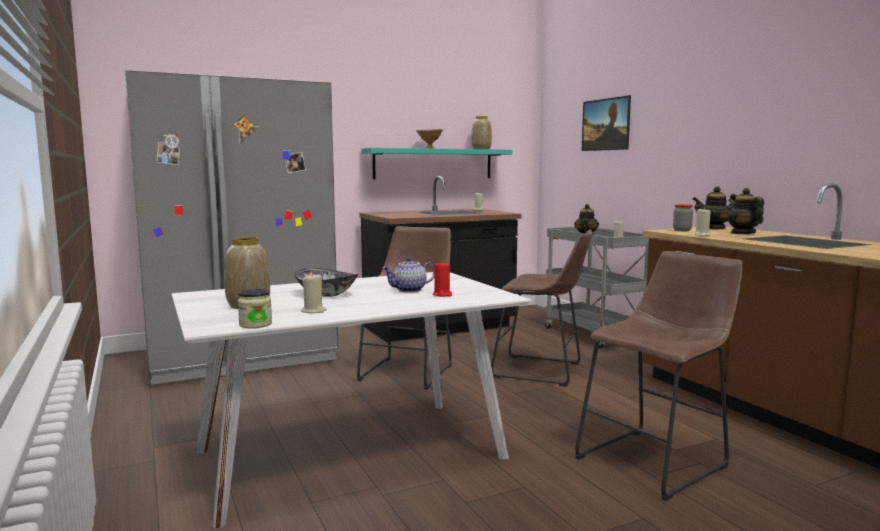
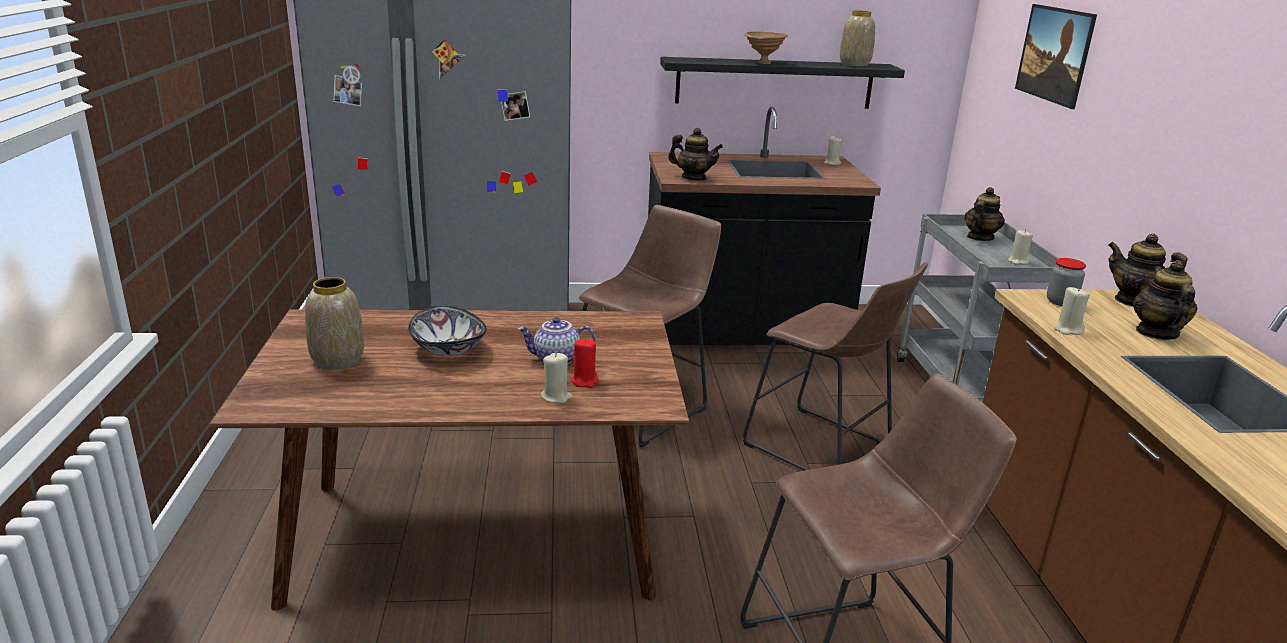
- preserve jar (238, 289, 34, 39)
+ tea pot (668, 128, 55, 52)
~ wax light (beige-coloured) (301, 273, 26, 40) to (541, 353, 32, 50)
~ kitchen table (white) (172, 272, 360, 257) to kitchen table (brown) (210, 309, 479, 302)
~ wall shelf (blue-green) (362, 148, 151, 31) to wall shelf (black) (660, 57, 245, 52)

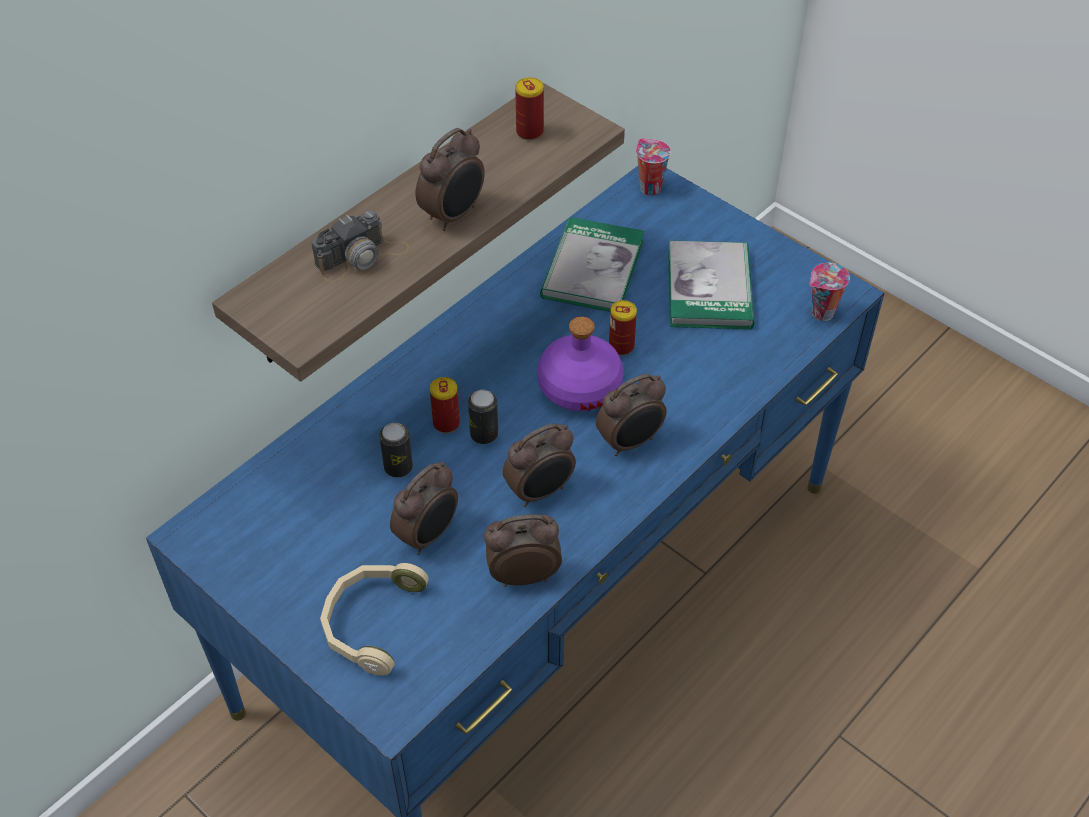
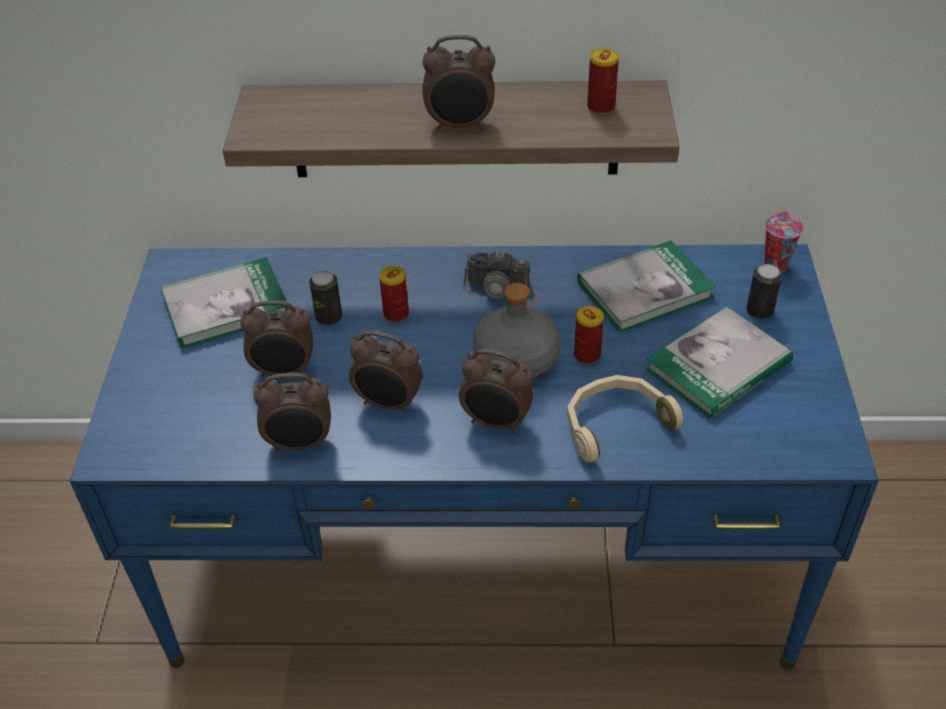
- cup (810, 263, 40, 58)
+ volume (161, 257, 127, 91)
~ still camera (311, 211, 99, 71) to (463, 250, 77, 55)
~ headset (beige-coloured) (320, 563, 108, 112) to (567, 375, 116, 88)
~ metal can (468, 390, 30, 54) to (746, 264, 36, 55)
~ drink bottle (purple-coloured) (537, 317, 87, 94) to drink bottle (grey) (473, 283, 88, 96)
~ alarm clock (484, 514, 78, 73) = (254, 373, 77, 79) 135 degrees clockwise

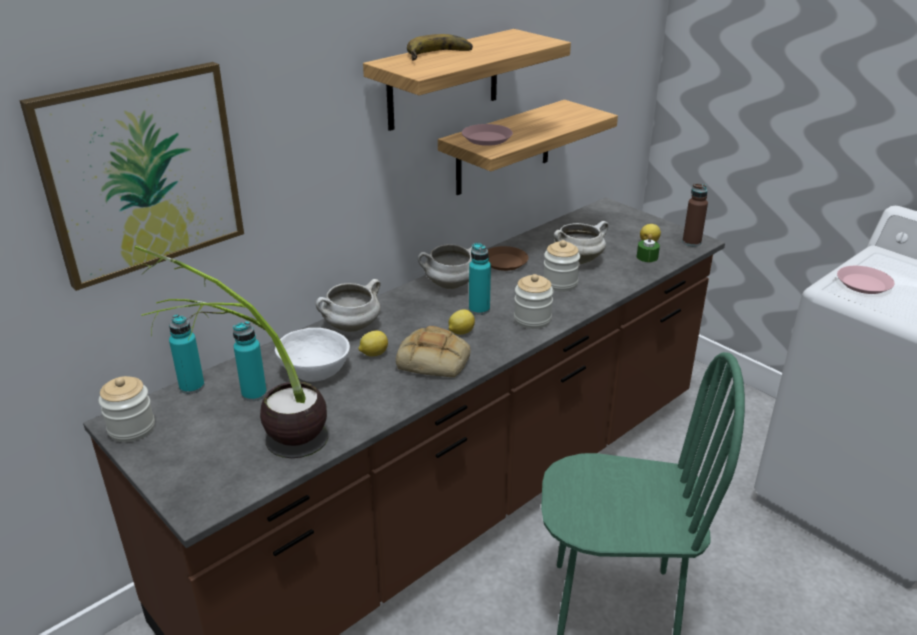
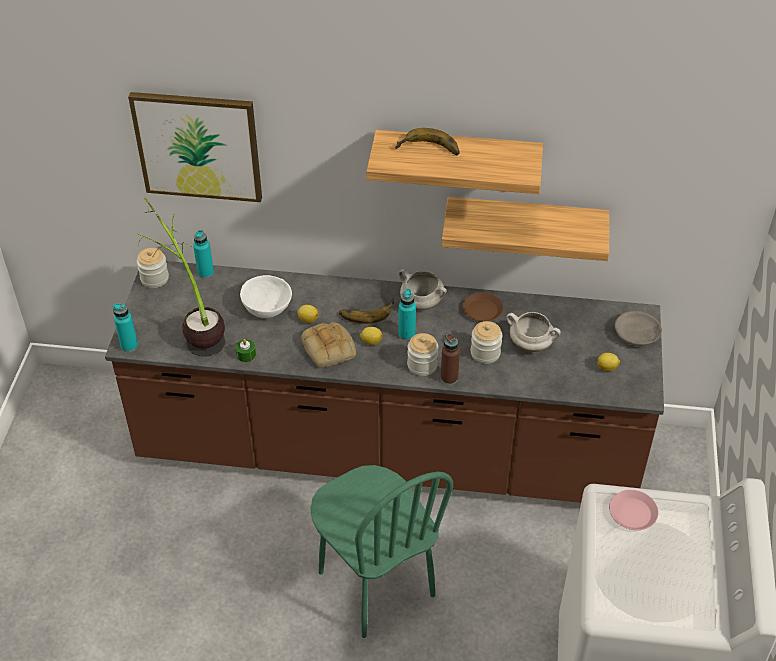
- stockpot (white) (316, 279, 65, 53)
- plate (pink) (462, 124, 51, 22)
+ banana fruit (339, 298, 55, 26)
+ bowl (grey) (615, 311, 47, 35)
~ drink bottle (blue-green) (233, 321, 34, 80) to (113, 303, 25, 49)
~ wax light (green) (637, 234, 23, 28) to (235, 339, 21, 23)
~ drink bottle (brown) (682, 183, 26, 63) to (441, 333, 19, 52)

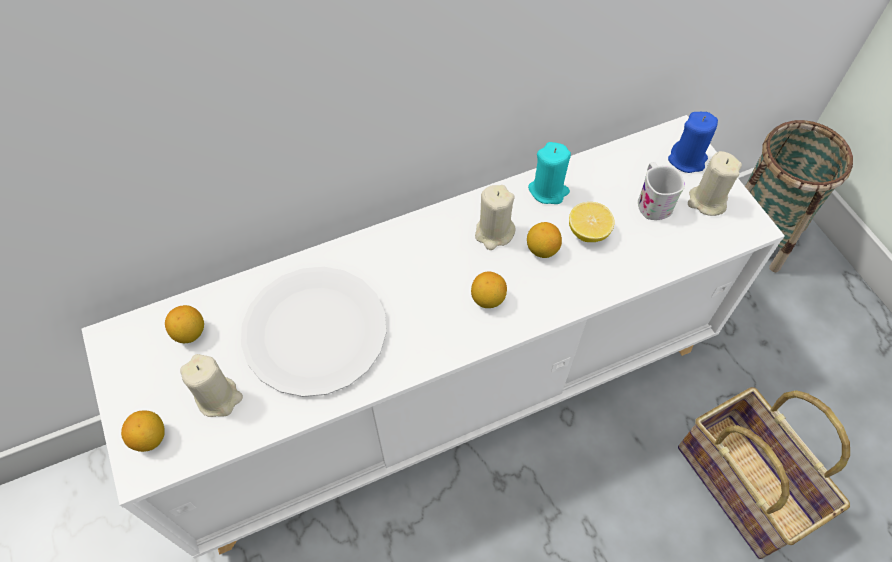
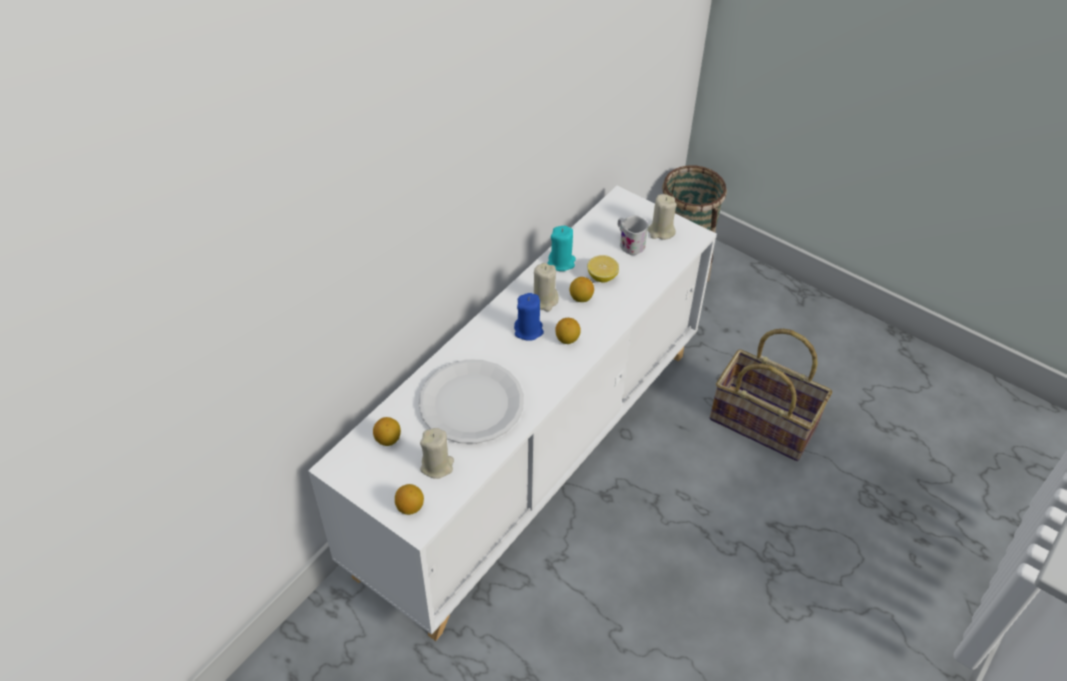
~ wax light (blue) (668, 112, 50, 61) to (514, 293, 30, 48)

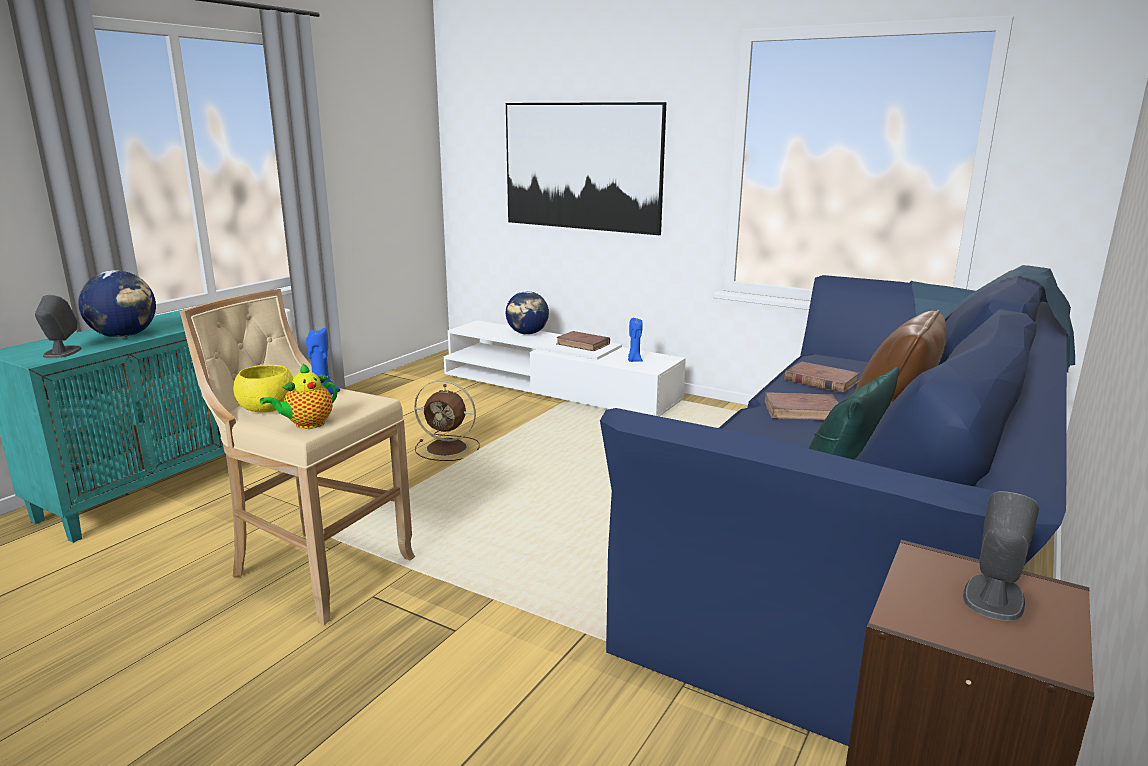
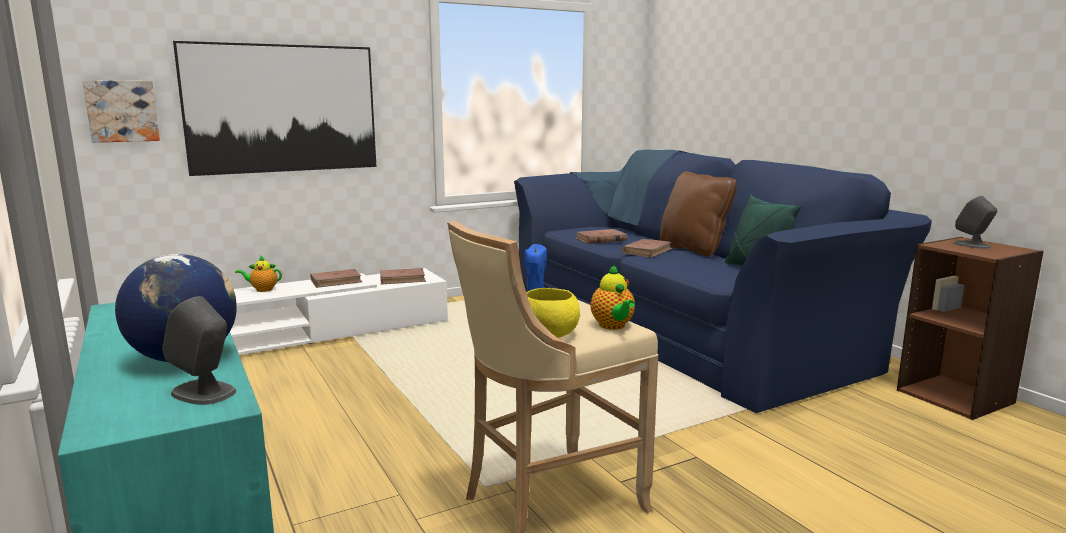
- cooling fan (brown) (414, 380, 66, 81)
+ wall art (83, 80, 77, 63)
~ globe (506, 291, 43, 44) to tea pot (235, 256, 47, 36)
~ wax light (blue) (628, 318, 15, 44) to volume (brown) (380, 268, 46, 16)

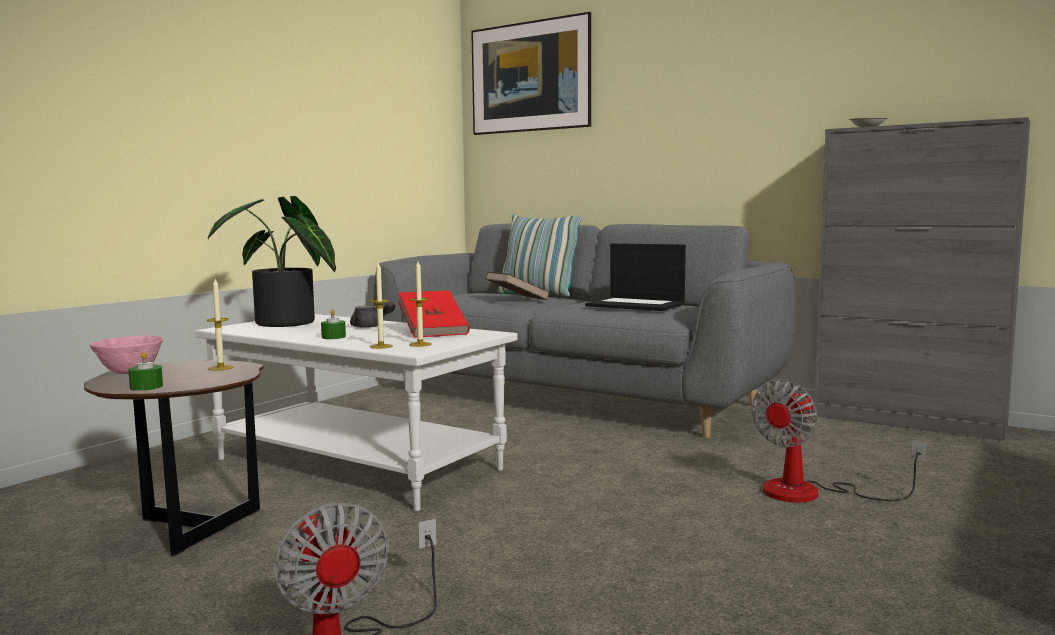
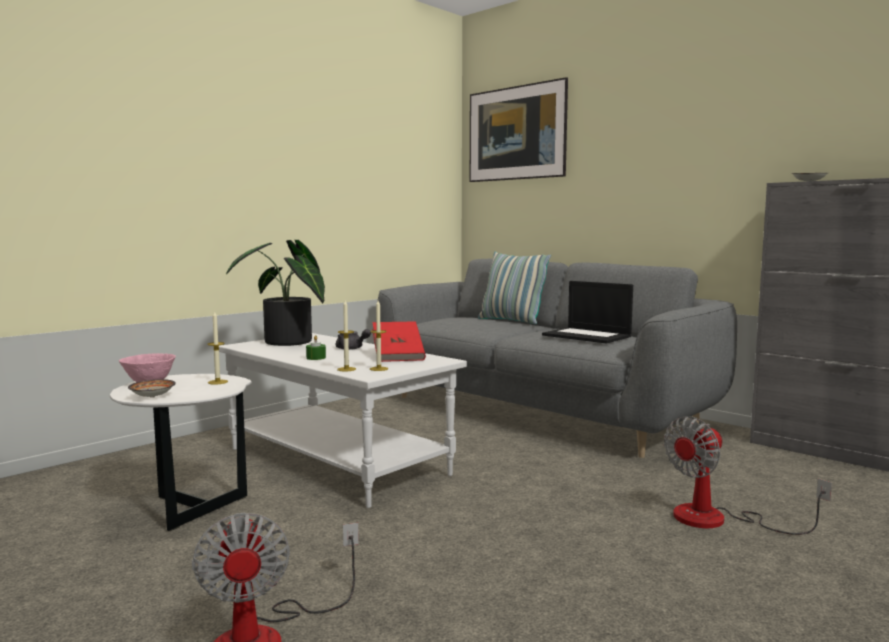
- volume (brown) (486, 272, 64, 28)
~ wax light (green) (128, 352, 35, 39) to bowl (128, 379, 48, 19)
~ side table (brown) (84, 360, 180, 196) to side table (white) (110, 374, 142, 157)

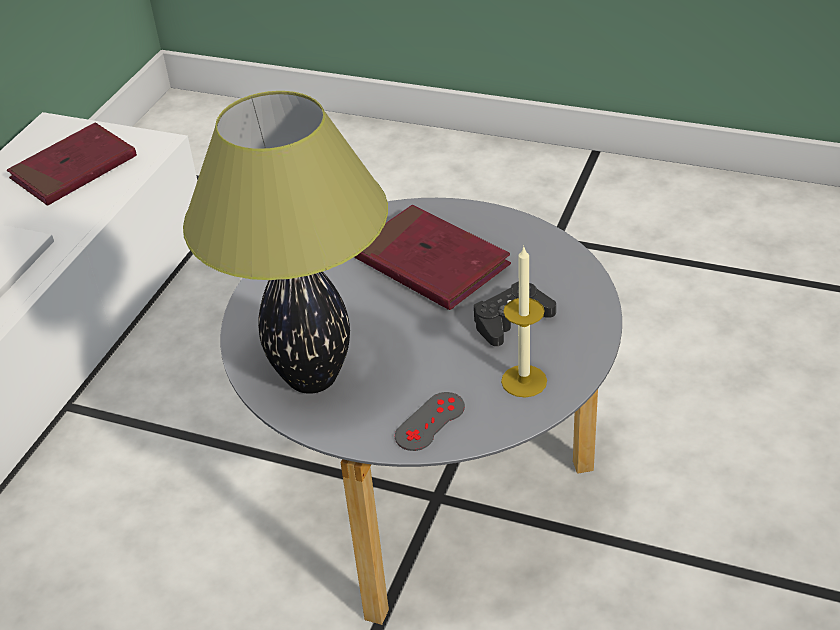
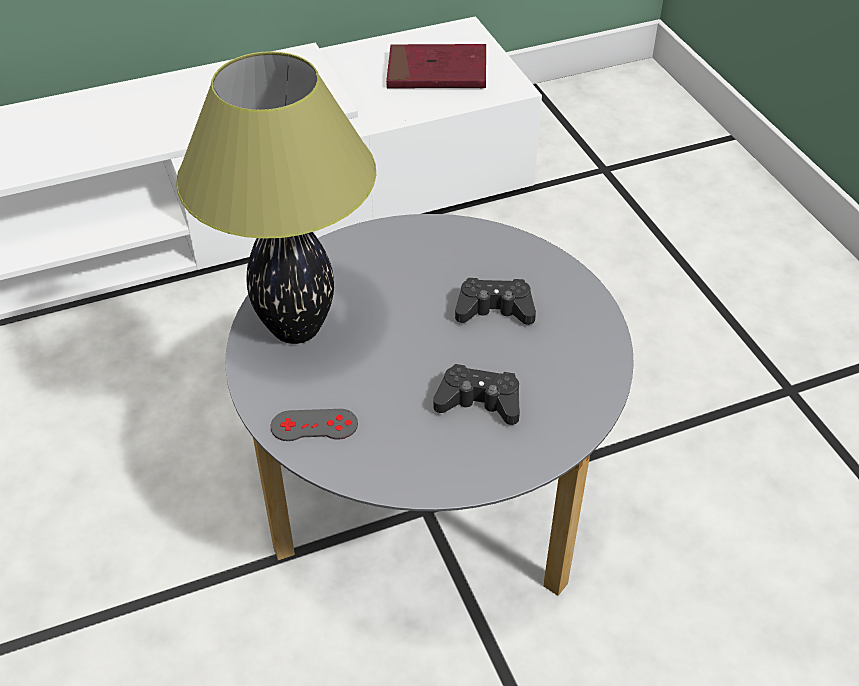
- wax light (501, 245, 46, 153)
~ volume (reddish) (354, 205, 157, 105) to game controller (black) (455, 278, 81, 47)

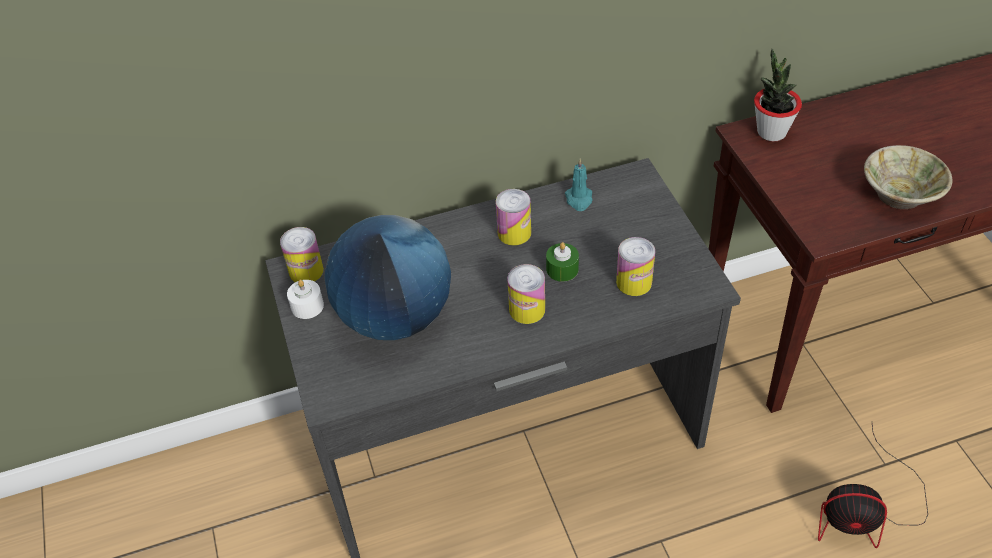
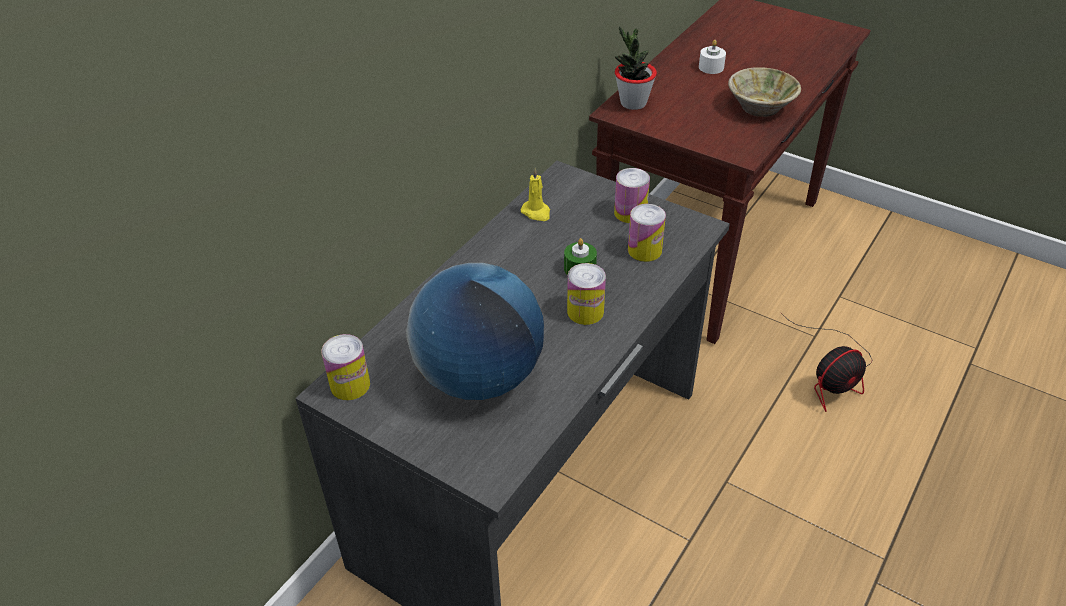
~ wax light (white) (287, 280, 37, 39) to (699, 40, 27, 34)
~ metal can (496, 189, 35, 57) to (614, 168, 36, 55)
~ wax light (blue-green) (565, 159, 28, 52) to wax light (yellowish) (521, 168, 29, 53)

